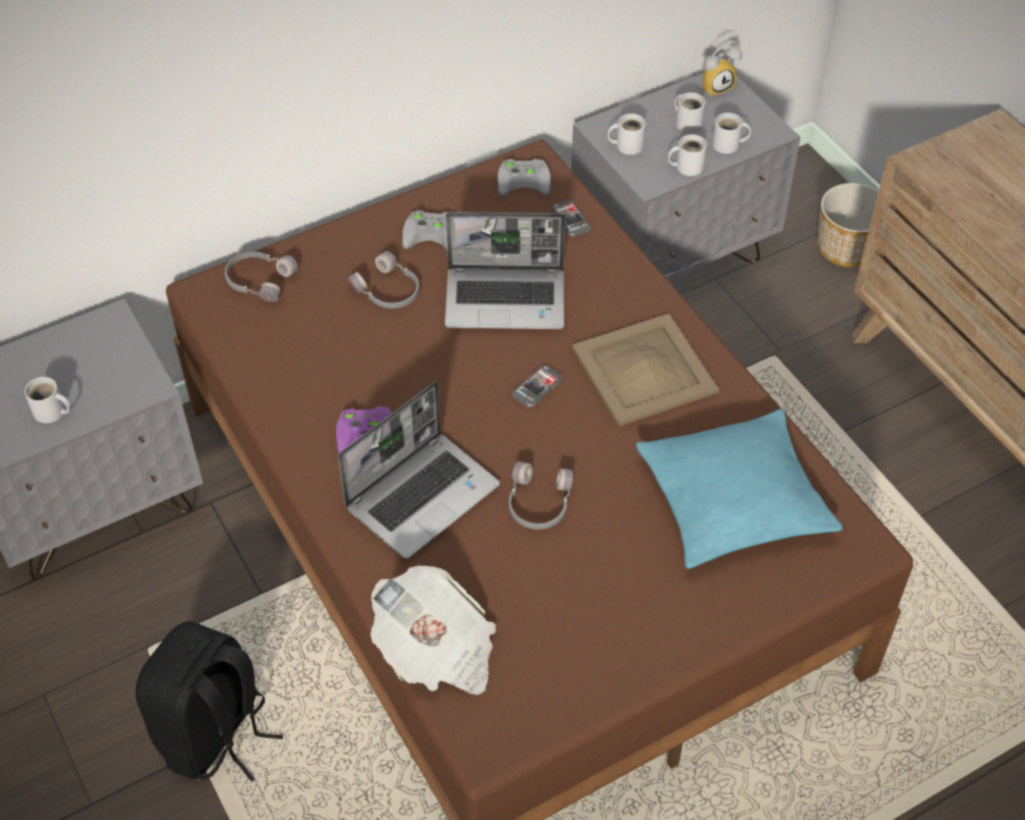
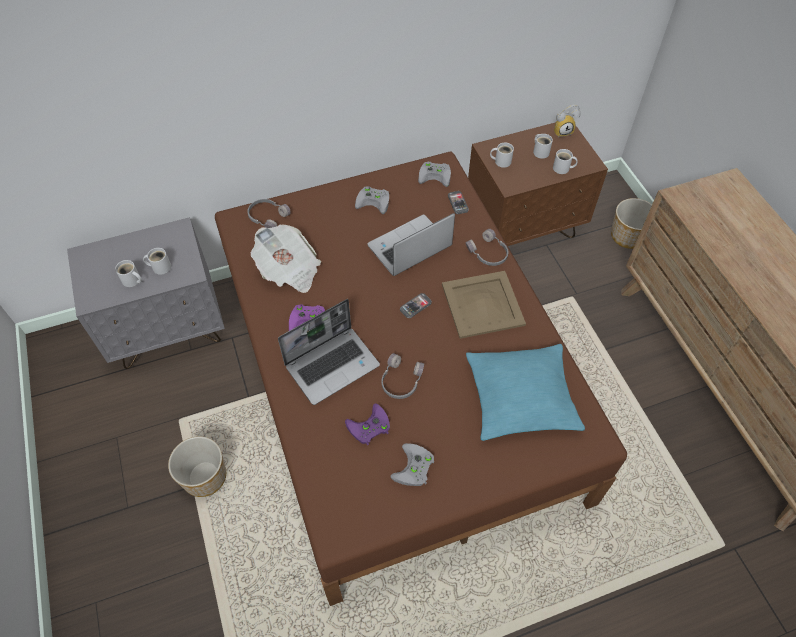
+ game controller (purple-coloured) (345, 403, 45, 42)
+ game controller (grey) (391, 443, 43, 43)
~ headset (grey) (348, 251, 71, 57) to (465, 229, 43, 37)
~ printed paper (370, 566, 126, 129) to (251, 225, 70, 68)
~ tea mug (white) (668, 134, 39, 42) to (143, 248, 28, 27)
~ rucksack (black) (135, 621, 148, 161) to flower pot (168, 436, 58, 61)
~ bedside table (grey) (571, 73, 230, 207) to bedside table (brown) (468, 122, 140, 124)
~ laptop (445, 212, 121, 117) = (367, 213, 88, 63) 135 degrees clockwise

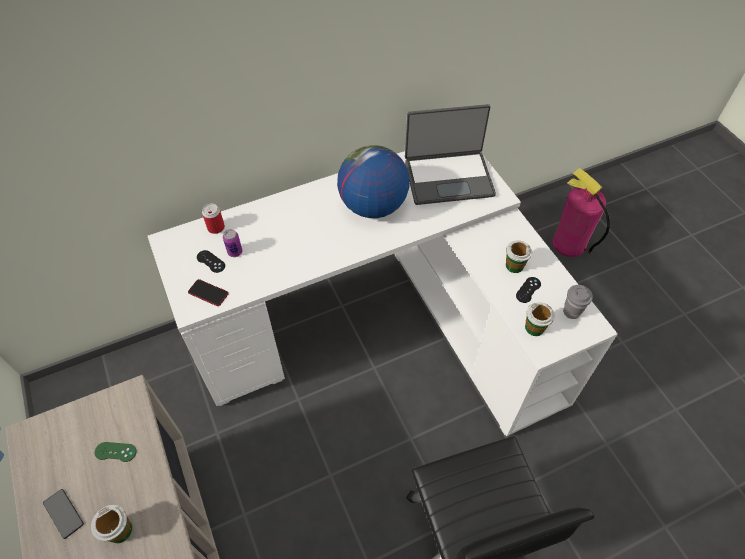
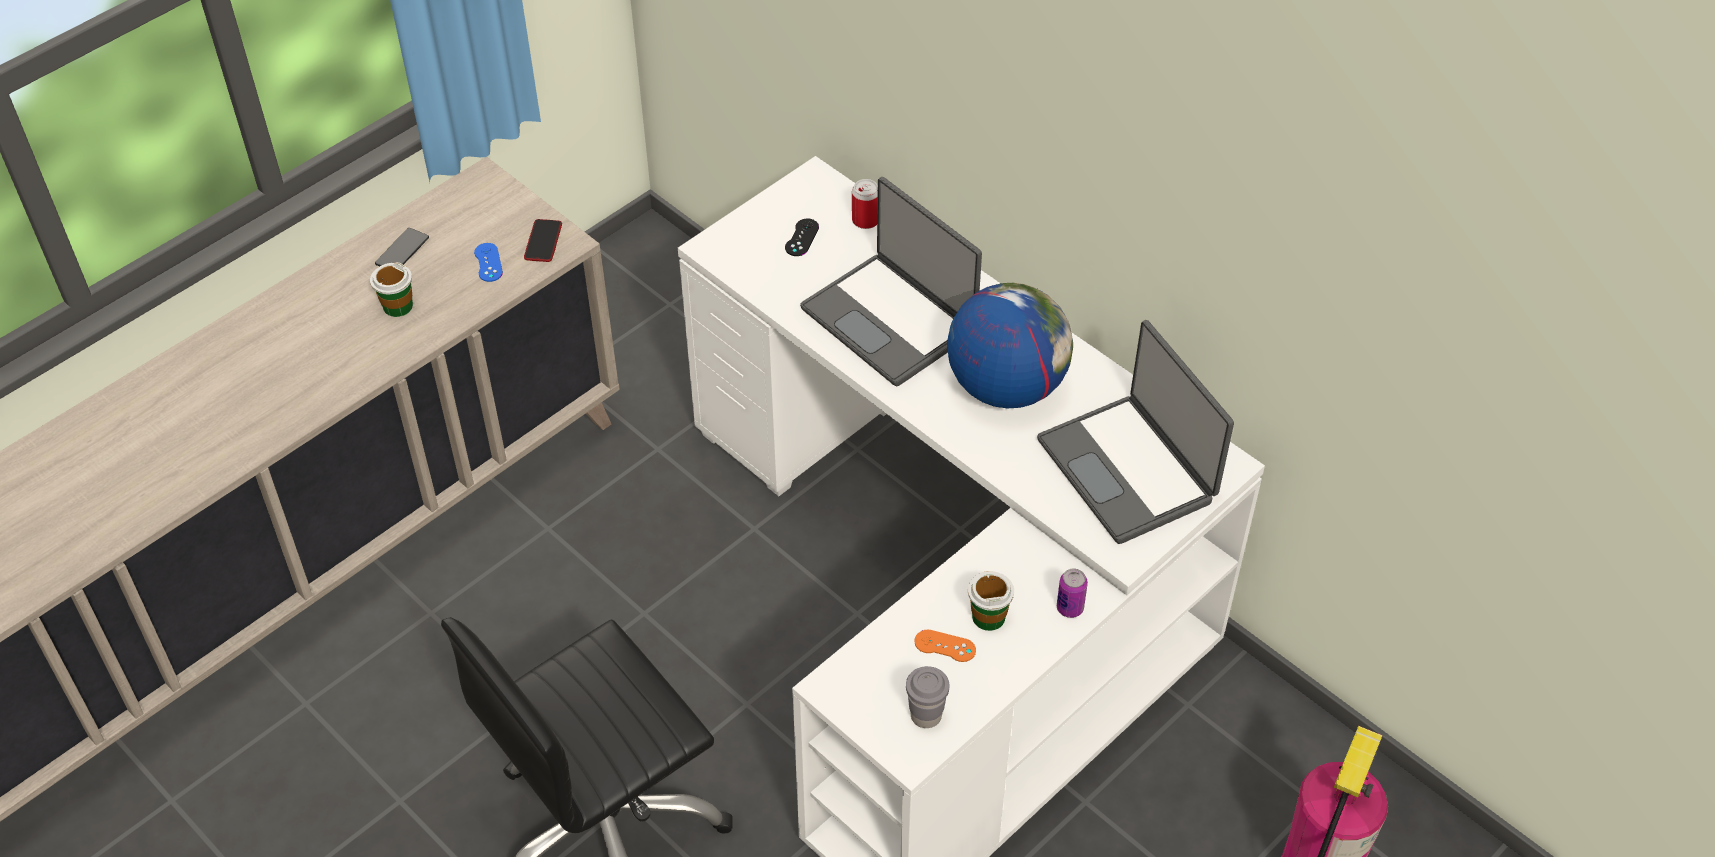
- cup (525, 302, 30, 34)
+ laptop (800, 177, 182, 209)
~ telephone (188, 279, 41, 27) to (524, 219, 38, 43)
~ metal can (223, 229, 19, 28) to (1057, 568, 31, 50)
~ game controller (green) (95, 442, 42, 20) to game controller (blue) (474, 243, 29, 39)
~ game controller (black) (516, 277, 25, 26) to game controller (orangey) (914, 629, 62, 33)

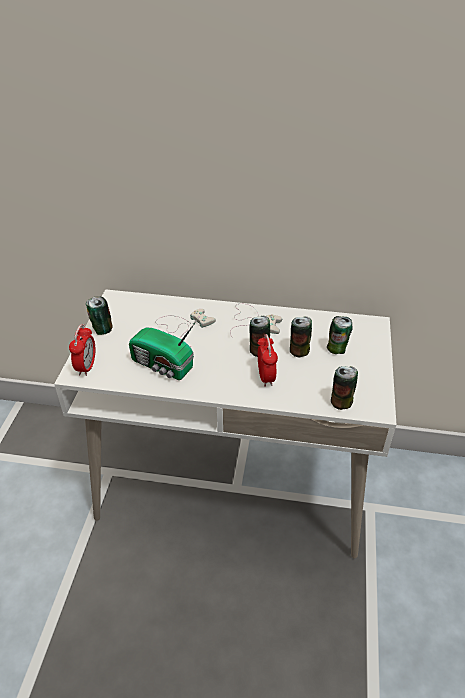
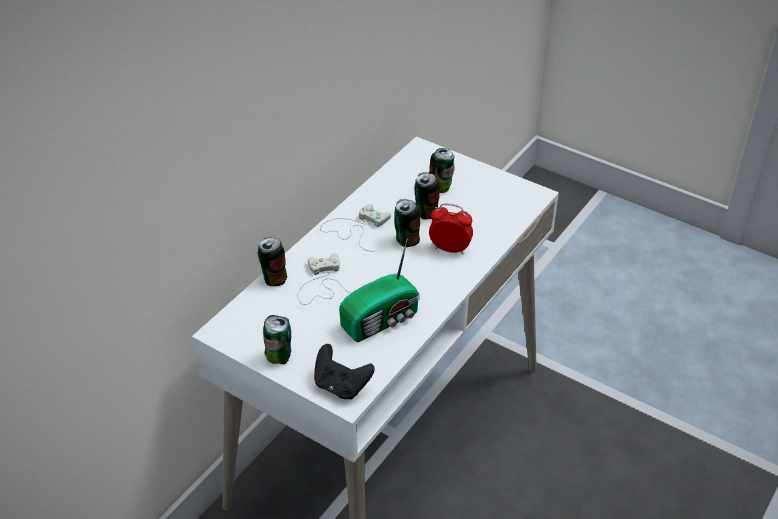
~ metal can (331, 366, 27, 44) to (257, 236, 30, 50)
~ alarm clock (69, 324, 26, 52) to game controller (black) (314, 344, 61, 56)

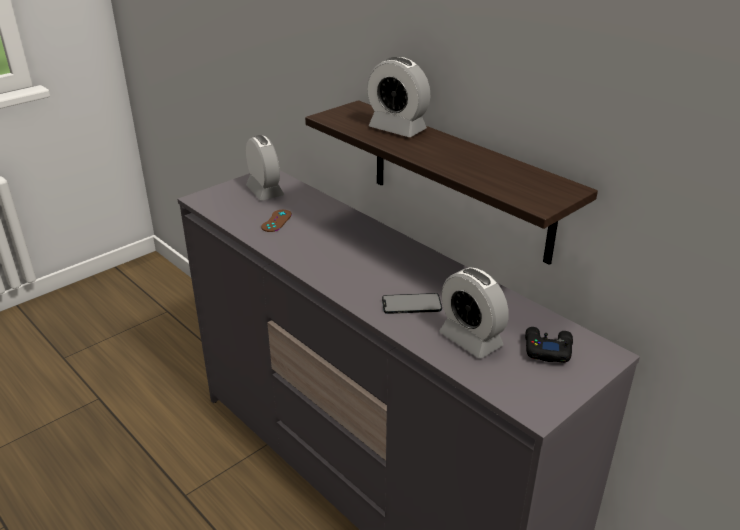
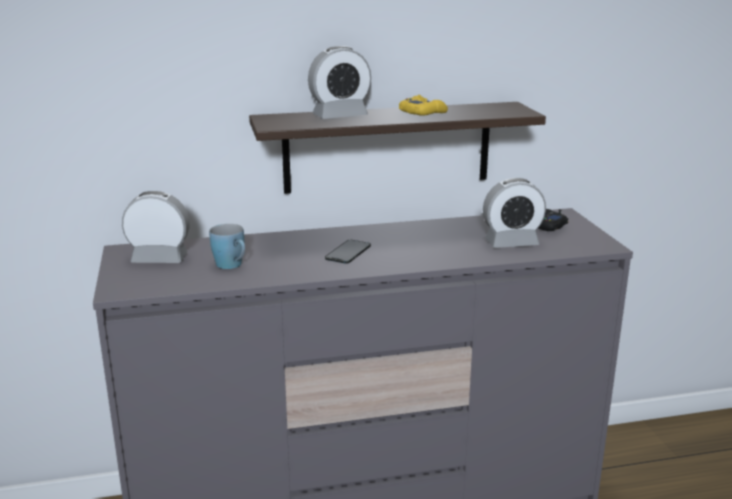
+ game controller (yellowish) (399, 95, 49, 21)
~ telephone (382, 293, 60, 21) to (325, 240, 46, 24)
~ game controller (brown) (261, 210, 31, 22) to tea mug (blue) (209, 224, 36, 45)

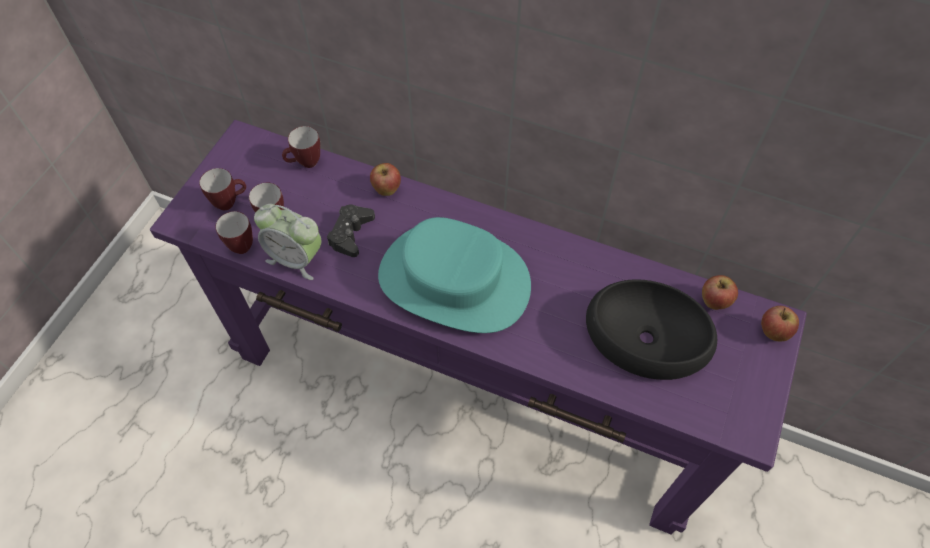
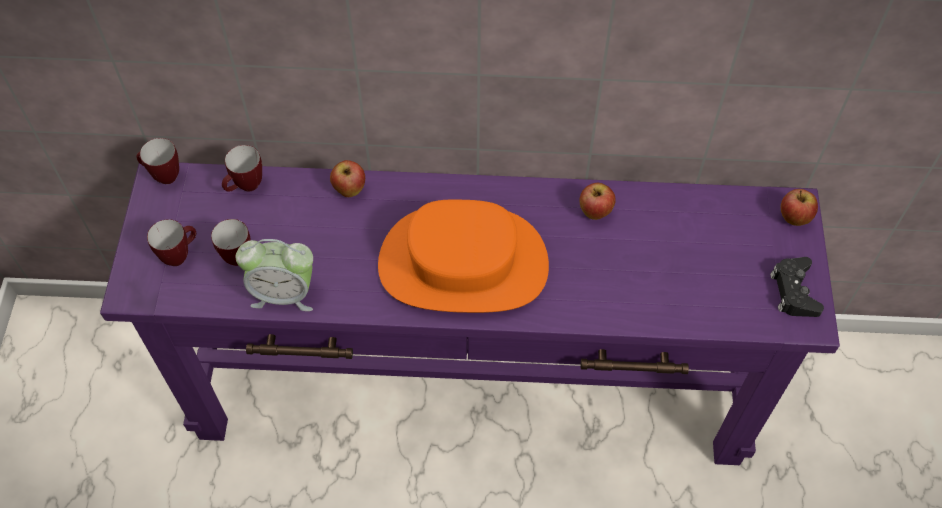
- bowl (black) (586, 279, 131, 101)
~ tea mug (216, 211, 37, 43) to (136, 138, 43, 46)
~ game controller (black) (327, 204, 48, 53) to (770, 257, 54, 60)
~ apple fruit (702, 275, 36, 35) to (579, 183, 37, 37)
~ clothing hat (blue-green) (378, 217, 153, 116) to clothing hat (orangey) (378, 200, 171, 113)

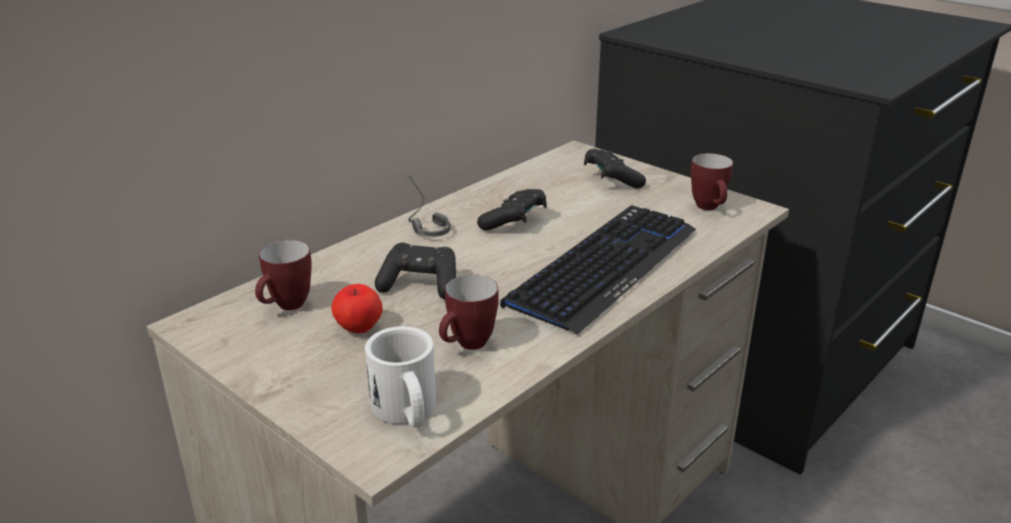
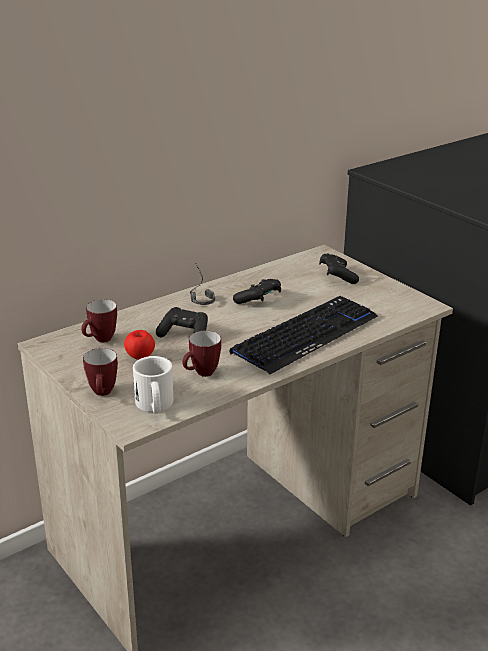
~ tea mug (691, 153, 42, 57) to (83, 348, 35, 48)

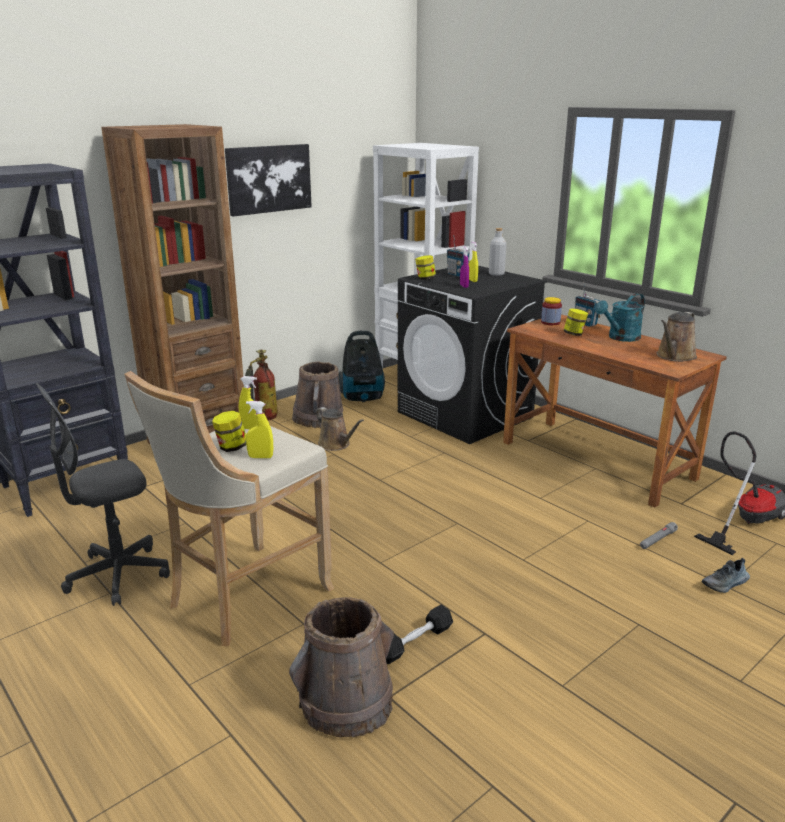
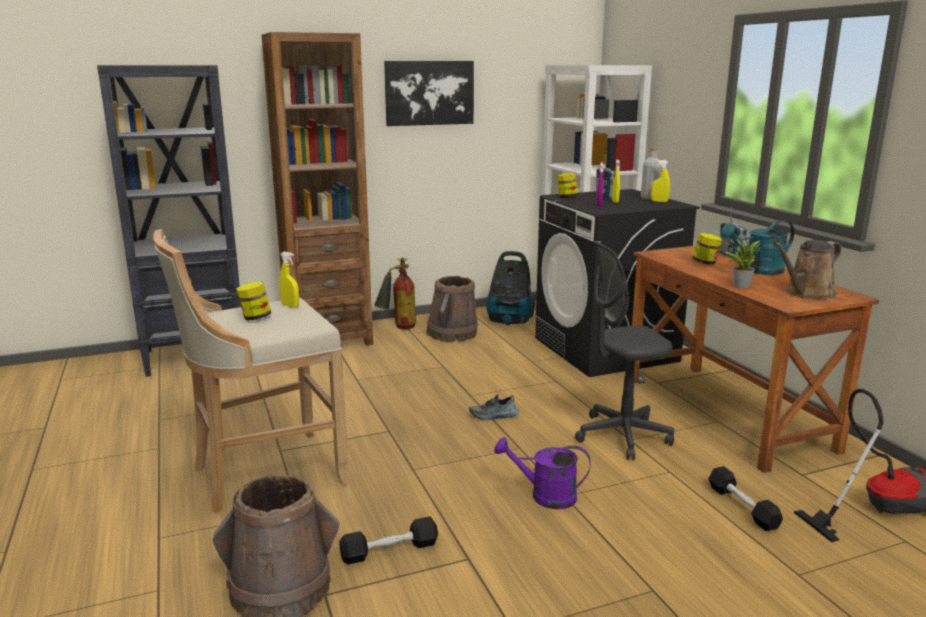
- watering pot (brown) (316, 407, 48, 44)
- preserve jar (541, 297, 21, 28)
+ watering pot (purple-coloured) (494, 437, 97, 72)
+ plant in a pot (723, 239, 39, 49)
~ computer chair (grey) (36, 383, 134, 223) to (575, 241, 99, 219)
~ sprayer (yellowish) (246, 401, 27, 57) to (651, 160, 19, 42)
~ low shoe (702, 558, 48, 35) to (469, 394, 50, 26)
~ flashlight (grey) (640, 522, 38, 27) to free weight (black) (708, 466, 75, 65)

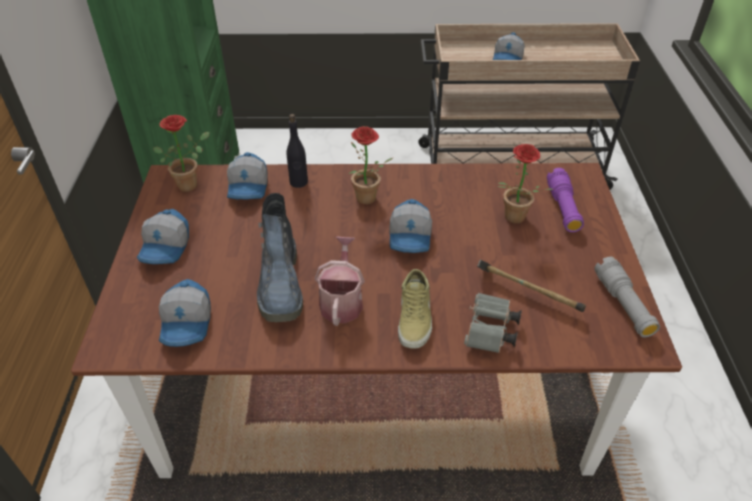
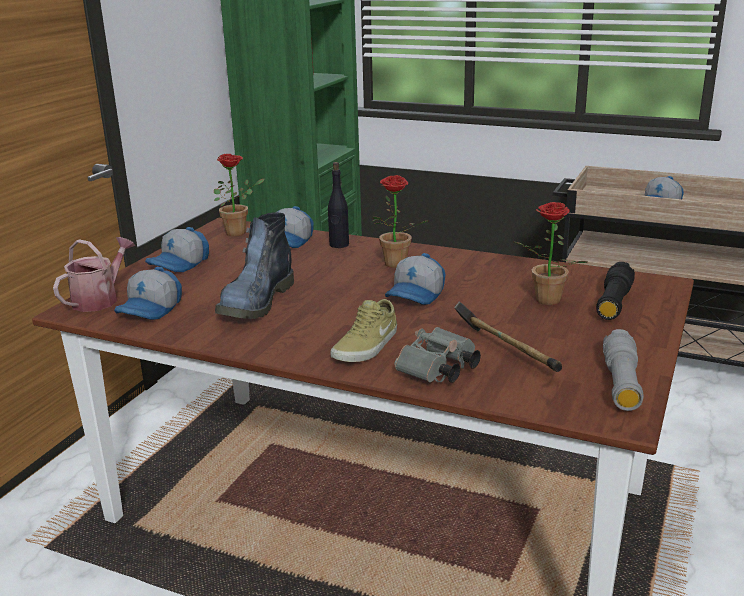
~ watering pot (314, 237, 51, 89) to (53, 237, 82, 75)
~ flashlight (purple-coloured) (547, 168, 37, 64) to flashlight (black) (596, 262, 39, 58)

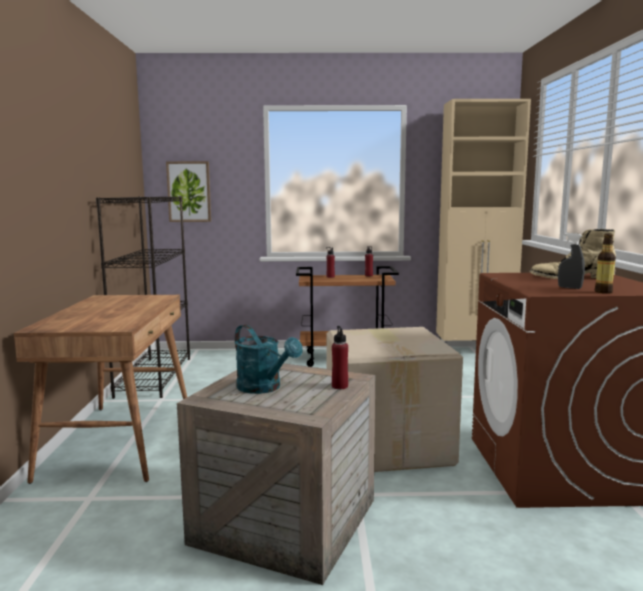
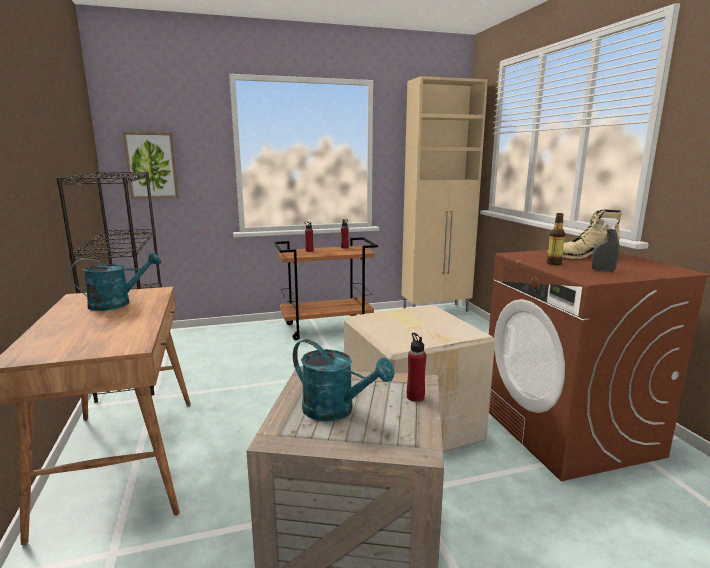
+ watering pot (blue-green) (71, 251, 90, 60)
~ drink bottle (595, 234, 21, 60) to (547, 213, 18, 52)

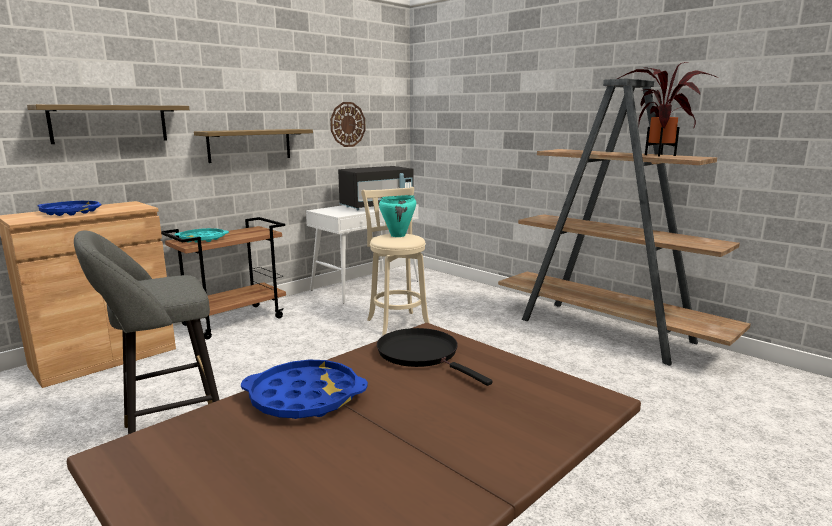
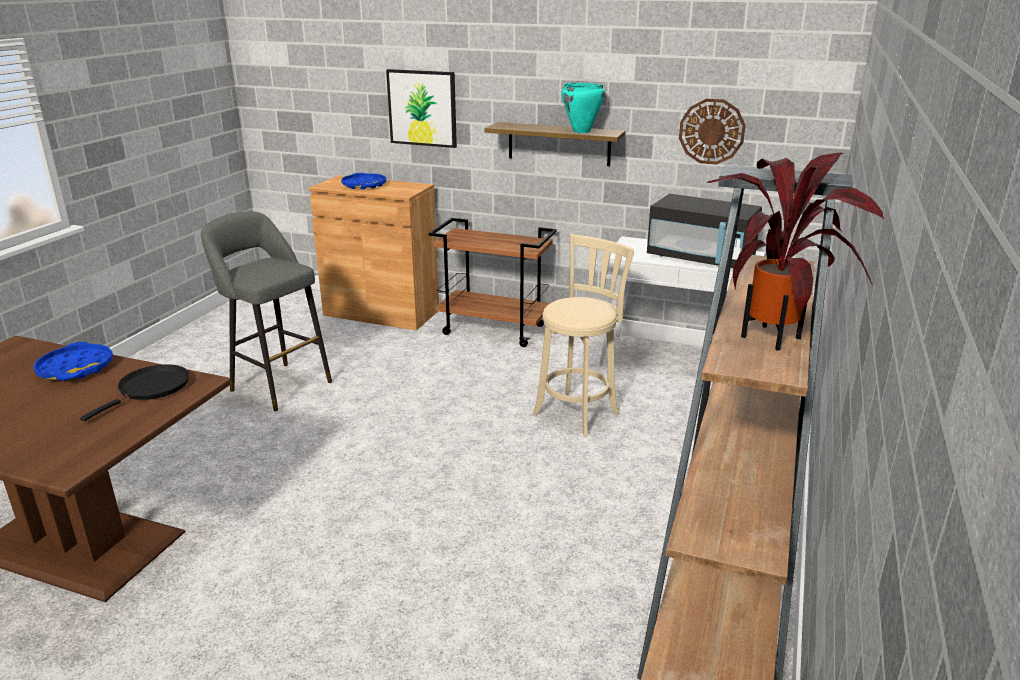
- serving tray (blue-green) (174, 228, 55, 15)
~ stockpot (blue-green) (379, 195, 37, 42) to (561, 83, 44, 50)
~ wall shelf (27, 104, 162, 40) to wall art (386, 69, 71, 79)

